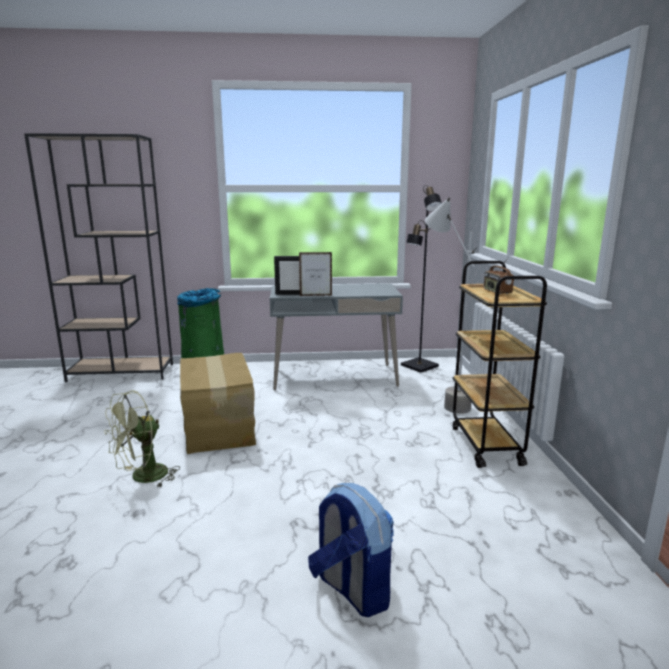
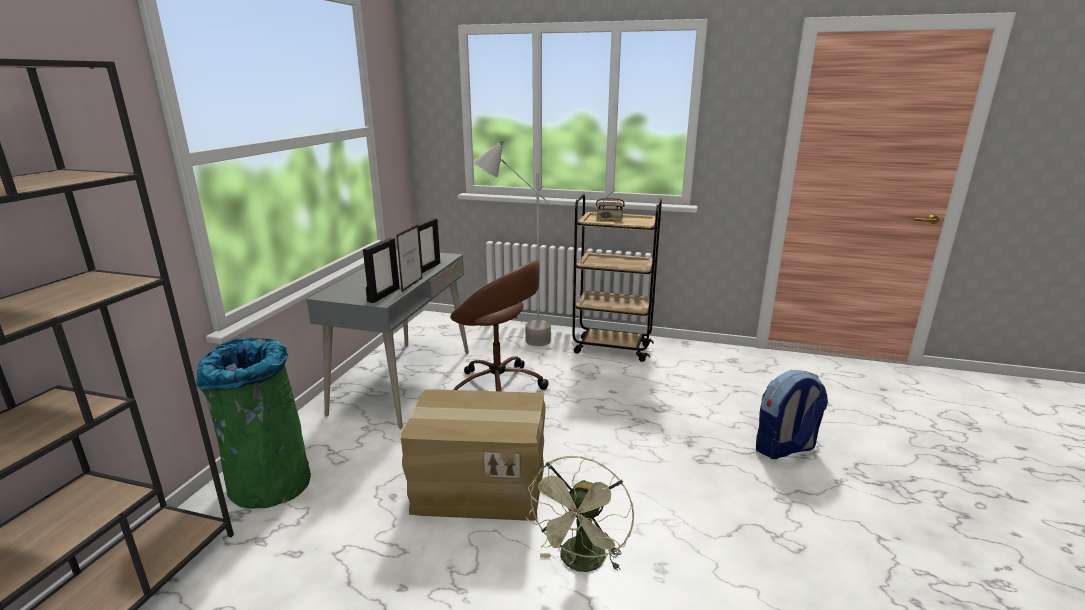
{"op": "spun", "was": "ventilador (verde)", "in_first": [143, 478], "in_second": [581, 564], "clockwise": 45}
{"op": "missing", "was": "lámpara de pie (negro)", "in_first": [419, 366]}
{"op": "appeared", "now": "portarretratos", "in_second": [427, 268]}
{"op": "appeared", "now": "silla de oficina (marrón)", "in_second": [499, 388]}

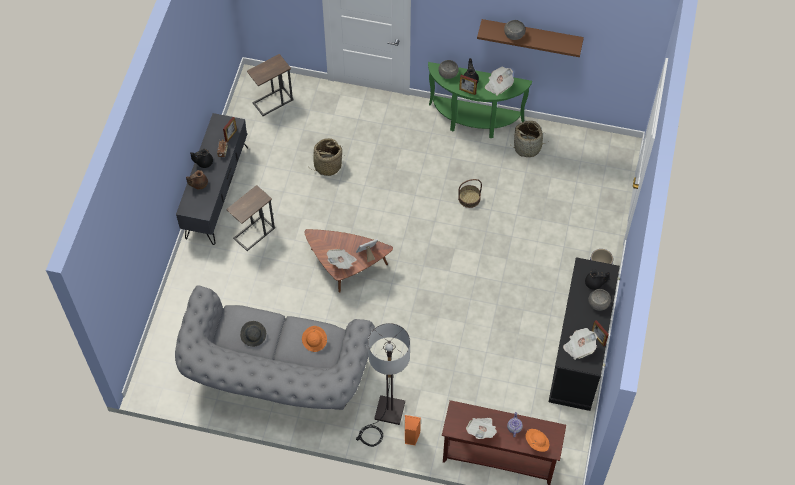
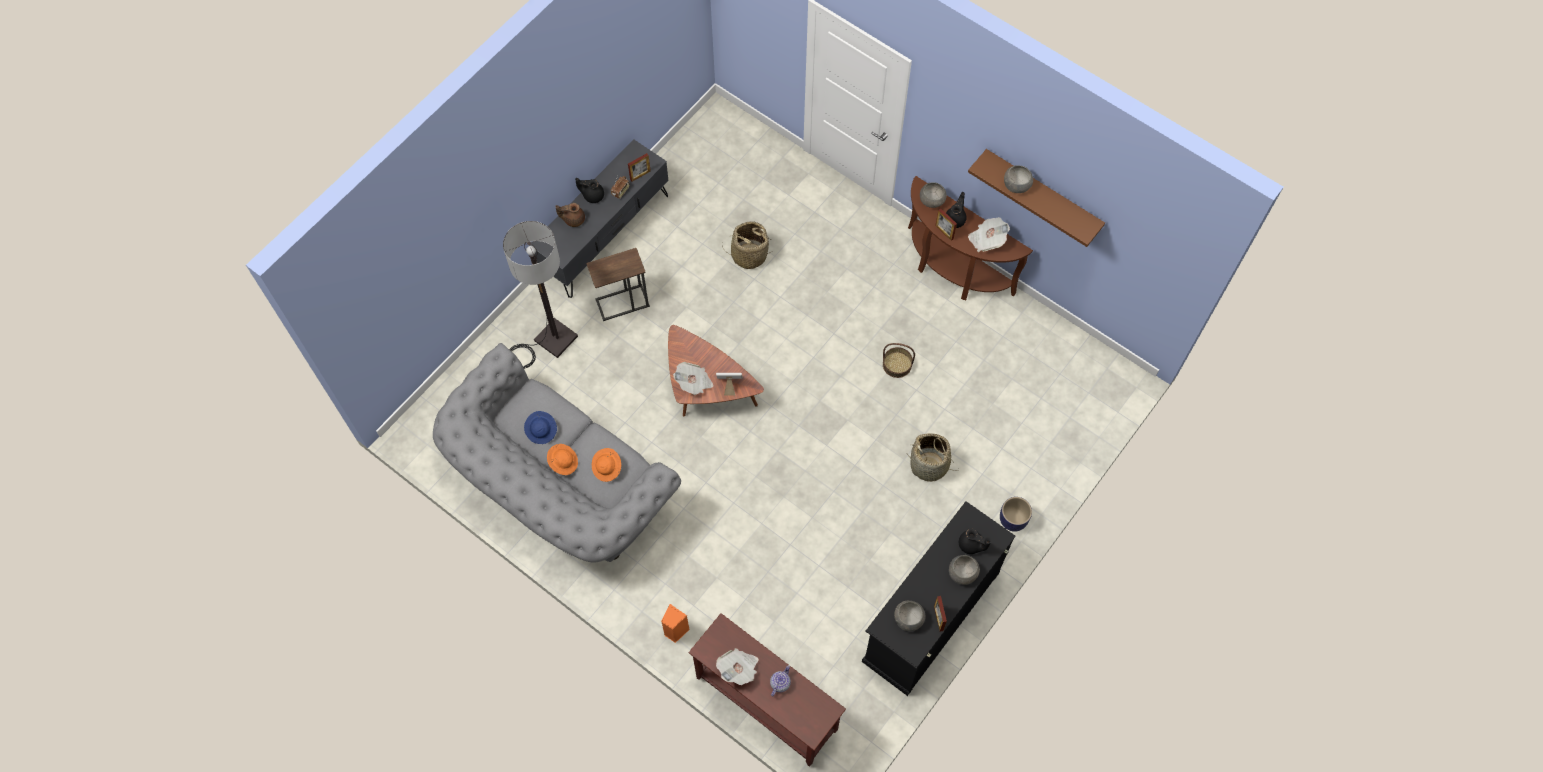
{"op": "colour", "was": "sombrero (gris)", "now": "sombrero (azul)", "in_first": [254, 336], "in_second": [542, 431]}
{"op": "missing", "was": "mesa auxiliar (marrón)", "in_first": [273, 101]}
{"op": "relocated", "was": "lámpara de pie", "in_first": [384, 418], "in_second": [545, 344]}
{"op": "colour", "was": "mesa consola (verde)", "now": "mesa consola (marrón)", "in_first": [474, 122], "in_second": [952, 271]}
{"op": "relocated", "was": "cesta", "in_first": [527, 147], "in_second": [929, 465]}
{"op": "relocated", "was": "sombrero (naranja)", "in_first": [536, 442], "in_second": [563, 462]}
{"op": "exchanged", "was": "periódico", "now": "cuenco (gris)", "in_first": [579, 347], "in_second": [908, 619]}

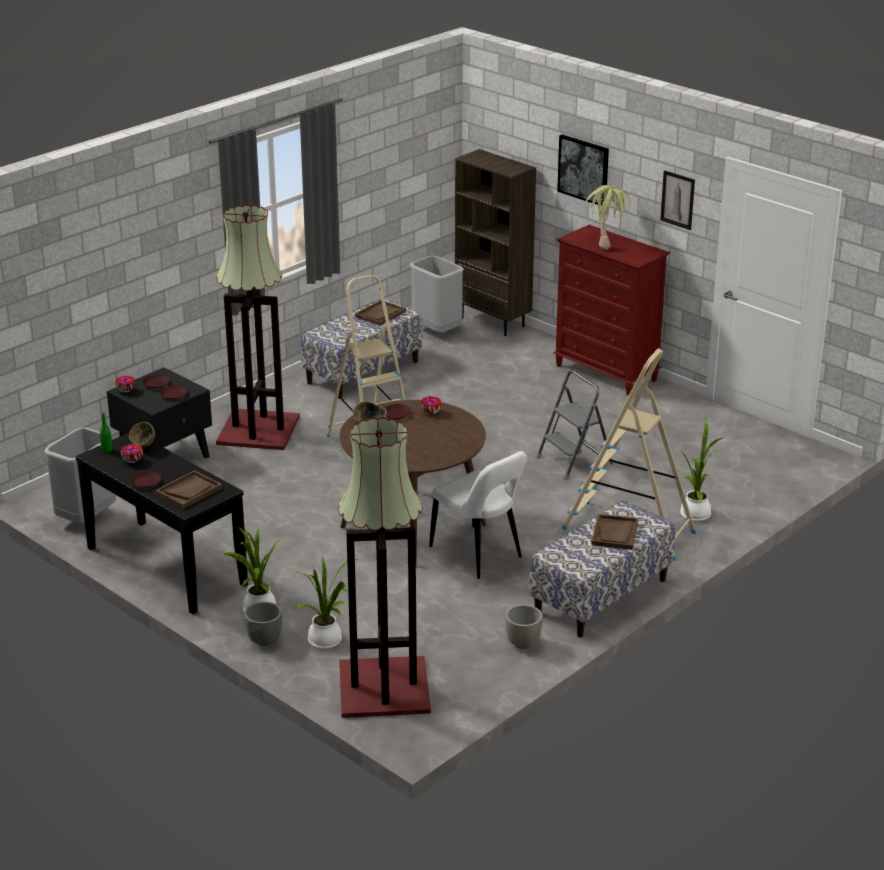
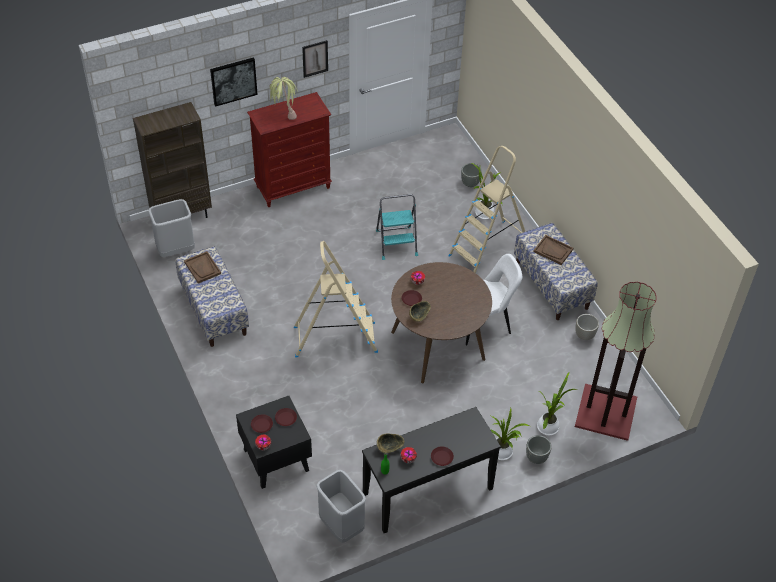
{"op": "missing", "was": "bandeja (marrón)", "in_first": [189, 491]}
{"op": "missing", "was": "lámpara de pie", "in_first": [257, 429]}
{"op": "colour", "was": "escalera de tijera (gris)", "now": "escalera de tijera (turquesa)", "in_first": [577, 460], "in_second": [396, 241]}
{"op": "appeared", "now": "maceta (gris)", "in_second": [470, 183]}

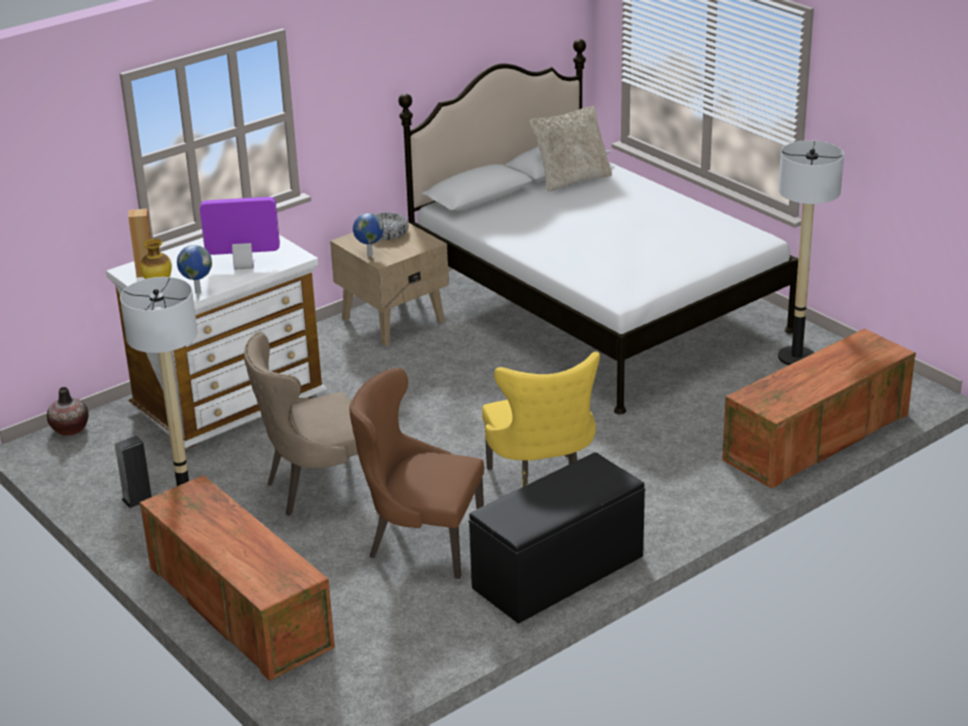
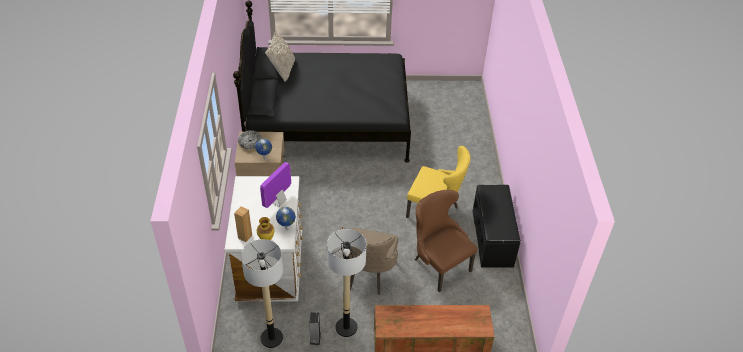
{"op": "missing", "was": "florero", "in_first": [70, 429]}
{"op": "spun", "was": "silla (marrón)", "in_first": [421, 544], "in_second": [439, 265], "clockwise": 90}
{"op": "colour", "was": "cama (blanco)", "now": "cama (negro)", "in_first": [597, 311], "in_second": [328, 122]}
{"op": "missing", "was": "banco (marrón)", "in_first": [817, 438]}
{"op": "relocated", "was": "lámpara de pie", "in_first": [797, 357], "in_second": [272, 338]}

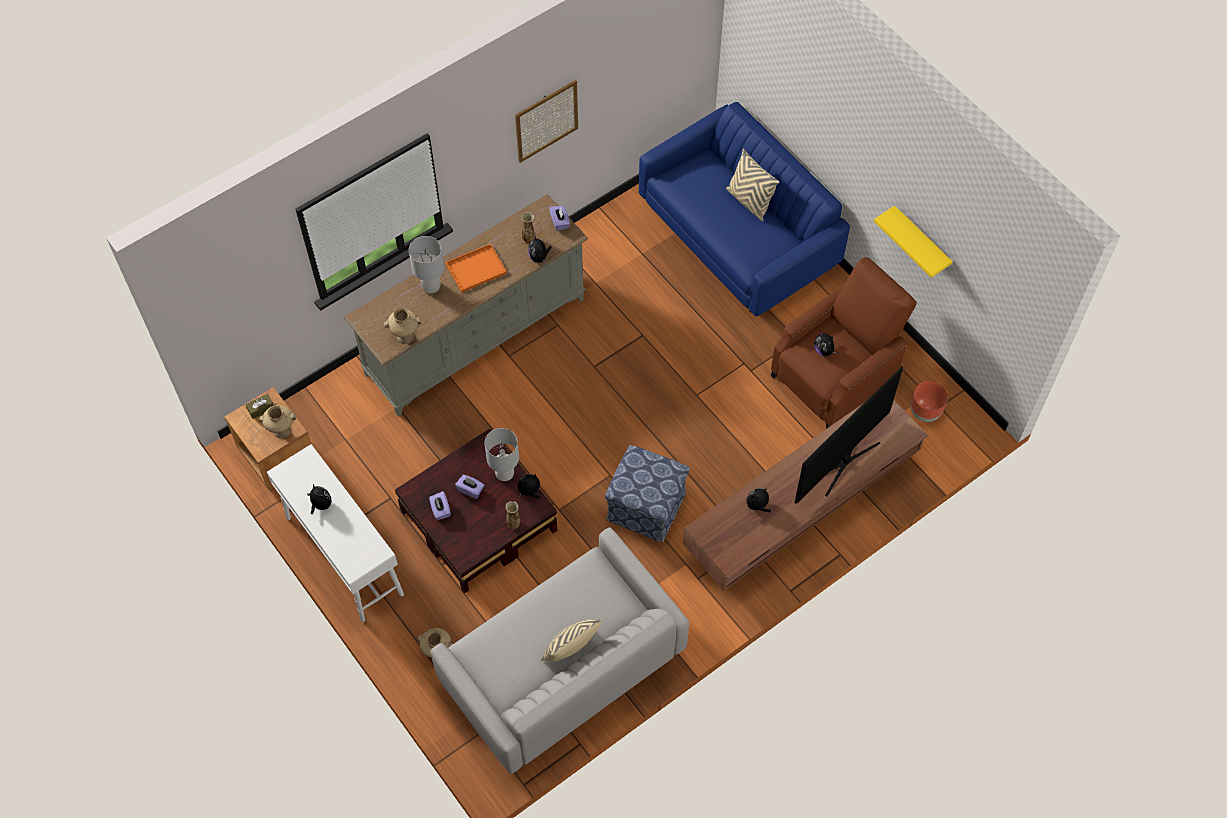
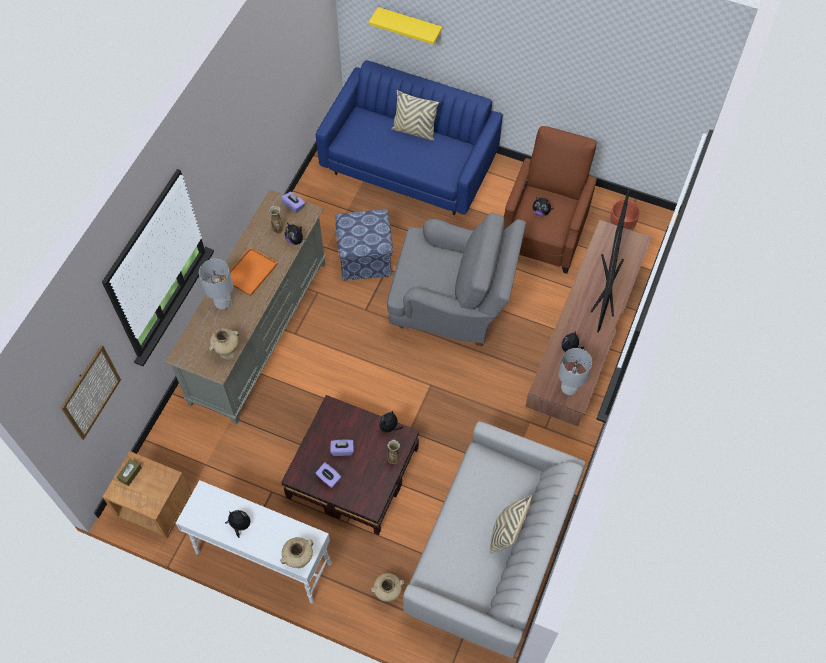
{"op": "relocated", "was": "florero (beis)", "in_first": [281, 431], "in_second": [299, 560]}
{"op": "relocated", "was": "lámpara de mesa (gris)", "in_first": [505, 474], "in_second": [569, 389]}
{"op": "relocated", "was": "cuadro", "in_first": [546, 120], "in_second": [90, 391]}
{"op": "relocated", "was": "puf", "in_first": [647, 507], "in_second": [366, 258]}
{"op": "relocated", "was": "estante (amarillo)", "in_first": [920, 242], "in_second": [409, 26]}
{"op": "appeared", "now": "sillón (gris)", "in_second": [452, 307]}

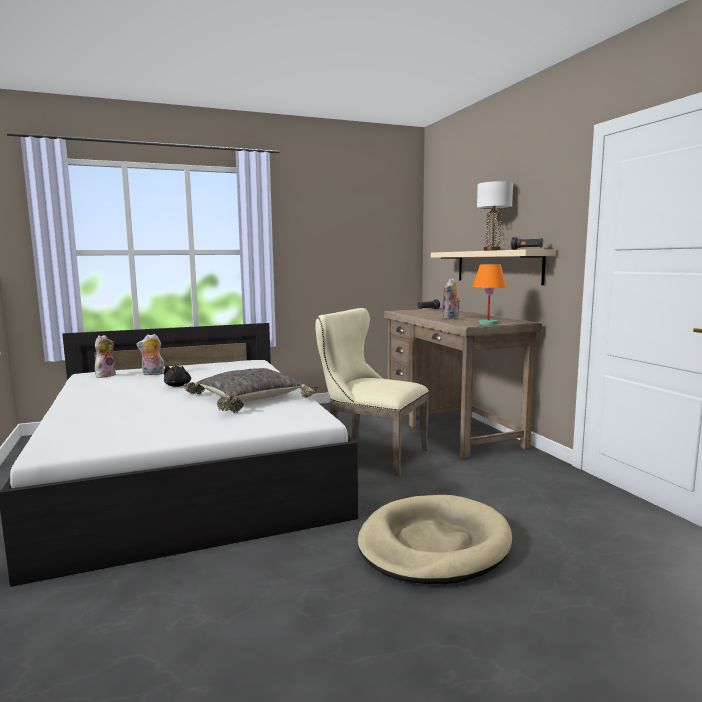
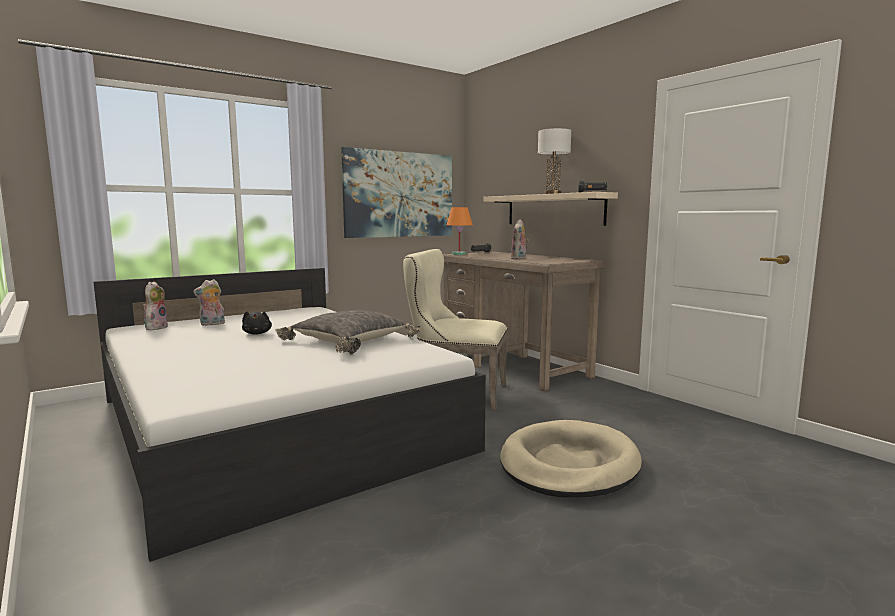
{"op": "relocated", "was": "lámpara de mesa (naranja)", "in_first": [488, 323], "in_second": [459, 254]}
{"op": "appeared", "now": "cuadro", "in_second": [399, 194]}

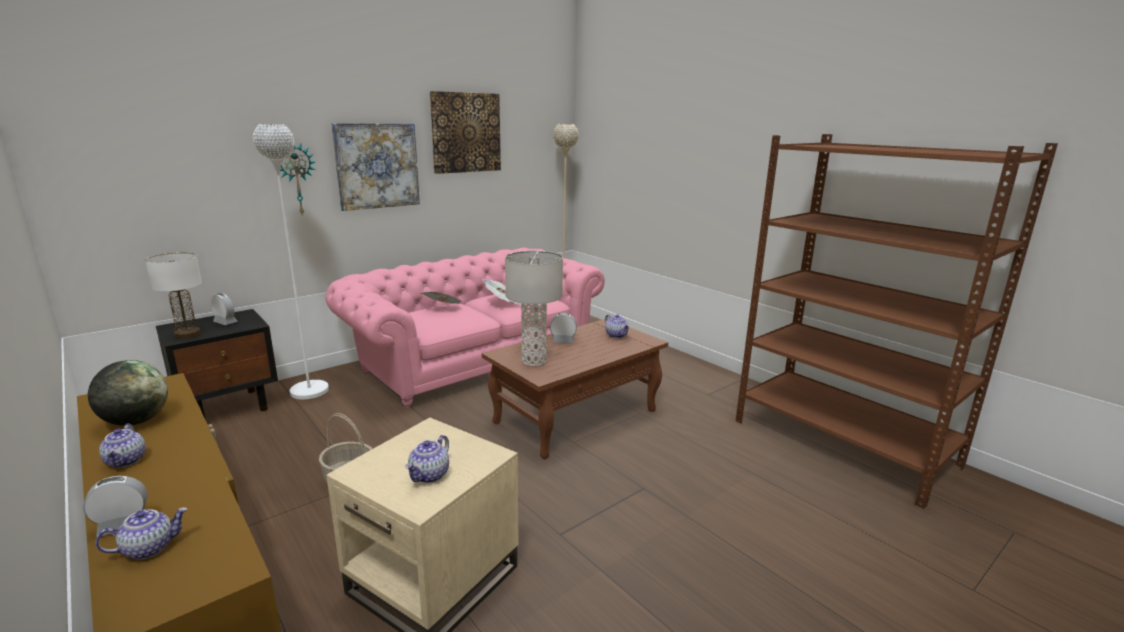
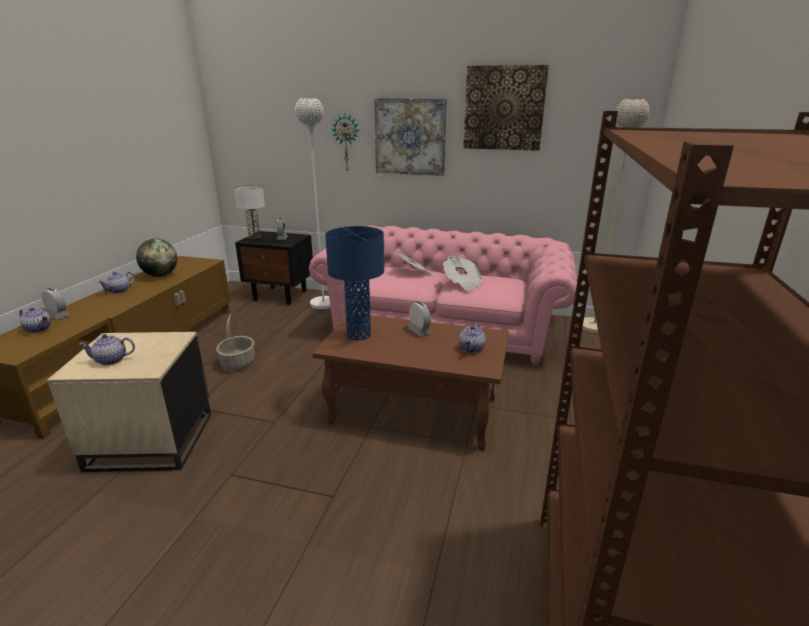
{"op": "colour", "was": "lámpara de mesa (blanco)", "now": "lámpara de mesa (azul)", "in_first": [533, 361], "in_second": [358, 334]}

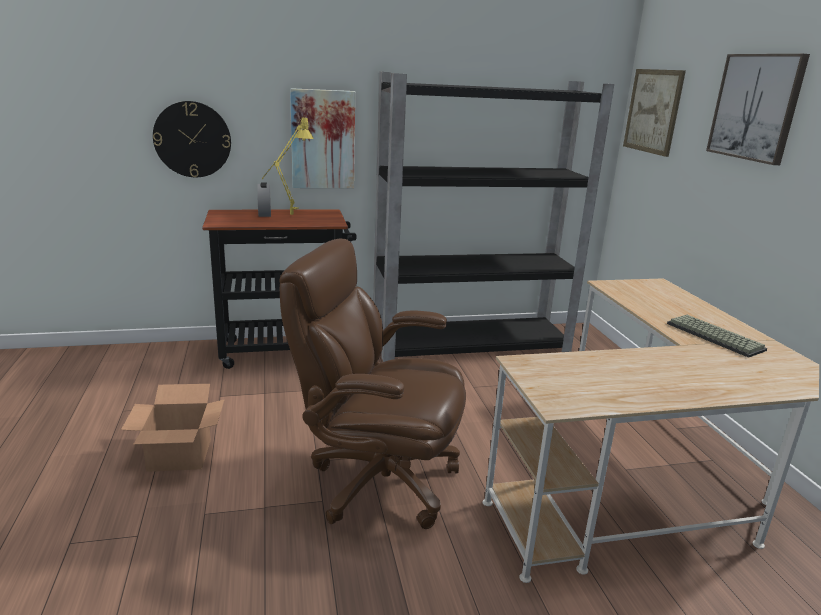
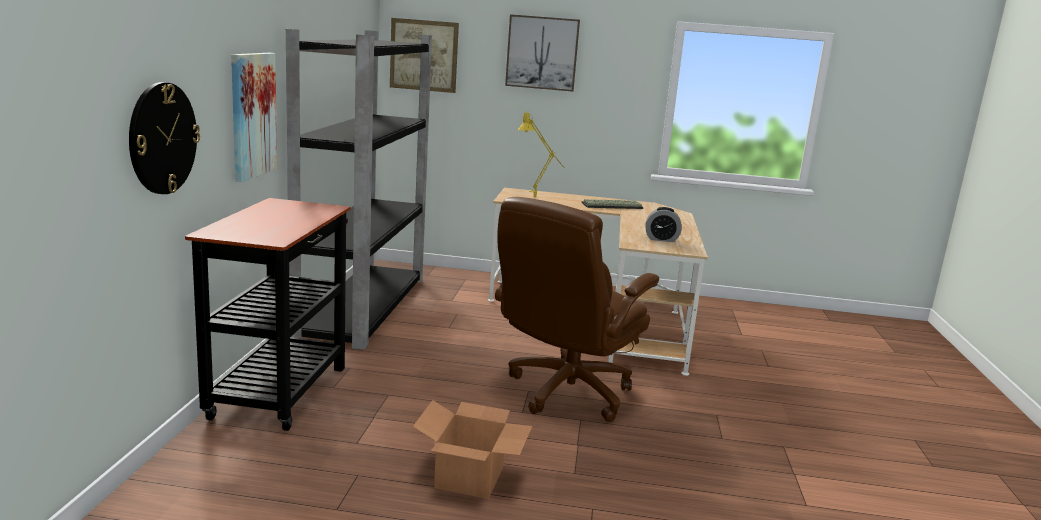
{"op": "relocated", "was": "despertador", "in_first": [264, 214], "in_second": [661, 239]}
{"op": "relocated", "was": "lámpara de mesa (amarillo)", "in_first": [288, 217], "in_second": [538, 199]}

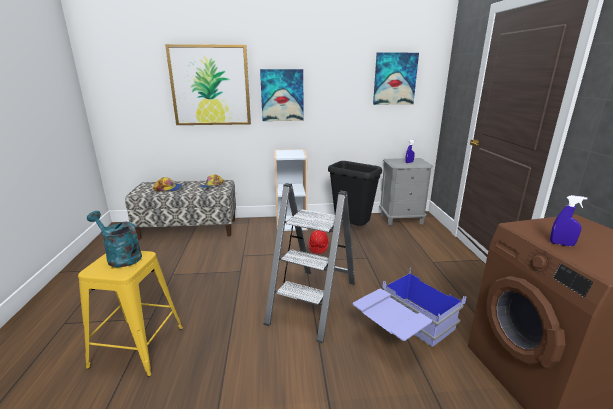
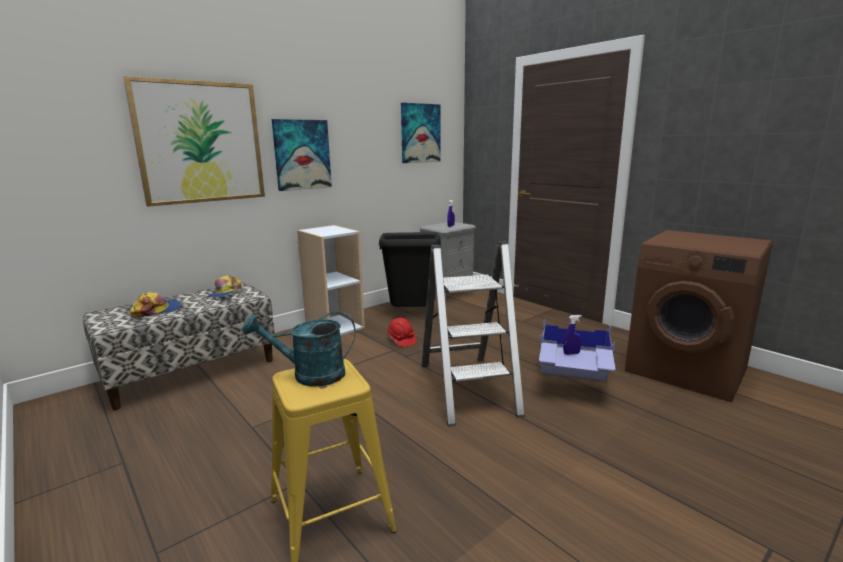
{"op": "relocated", "was": "pulverizador (azul)", "in_first": [561, 244], "in_second": [571, 353]}

